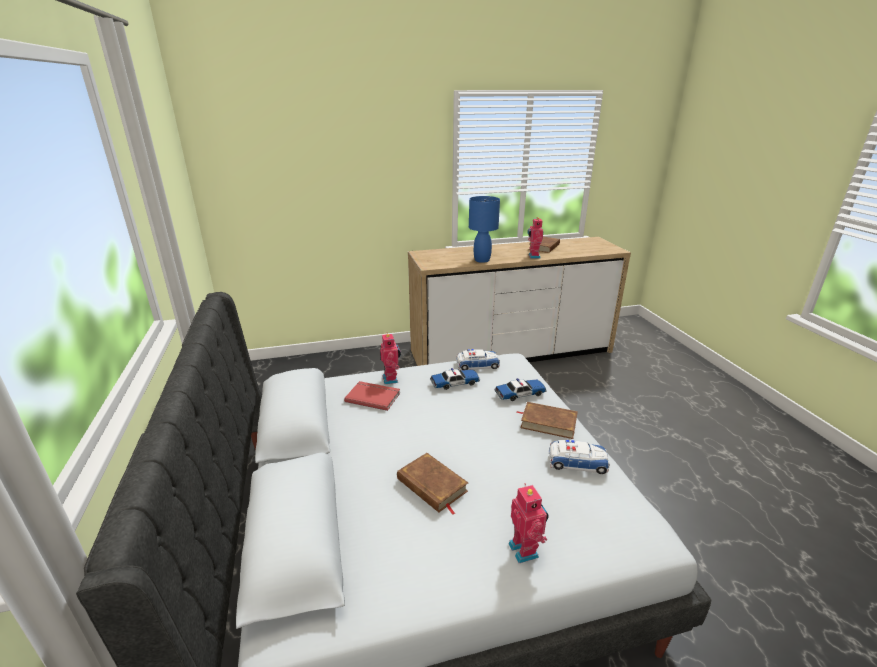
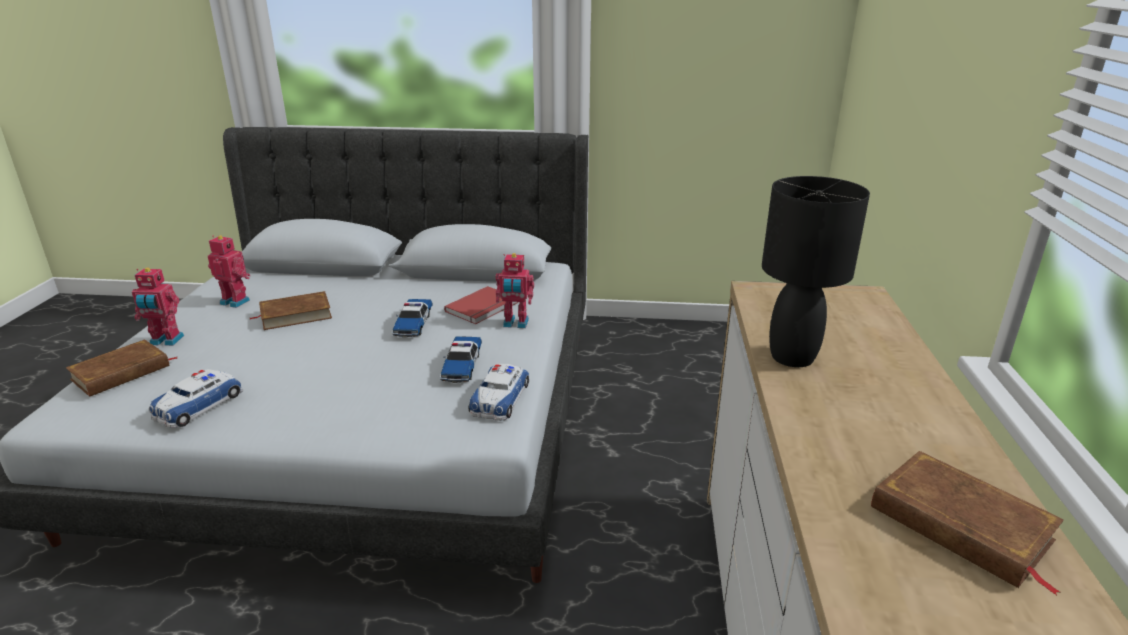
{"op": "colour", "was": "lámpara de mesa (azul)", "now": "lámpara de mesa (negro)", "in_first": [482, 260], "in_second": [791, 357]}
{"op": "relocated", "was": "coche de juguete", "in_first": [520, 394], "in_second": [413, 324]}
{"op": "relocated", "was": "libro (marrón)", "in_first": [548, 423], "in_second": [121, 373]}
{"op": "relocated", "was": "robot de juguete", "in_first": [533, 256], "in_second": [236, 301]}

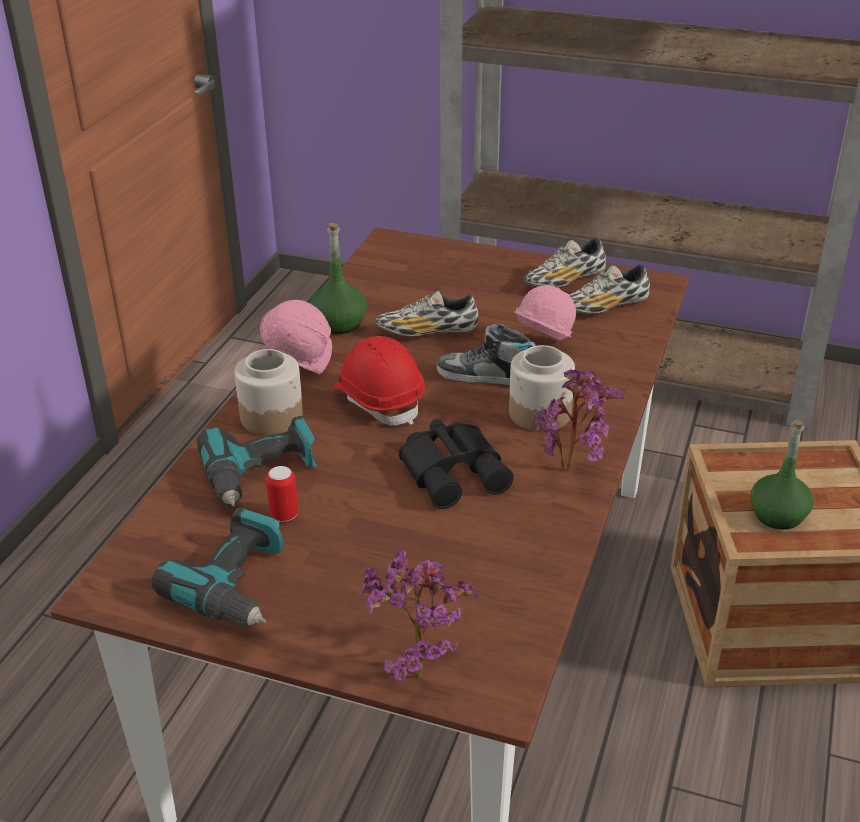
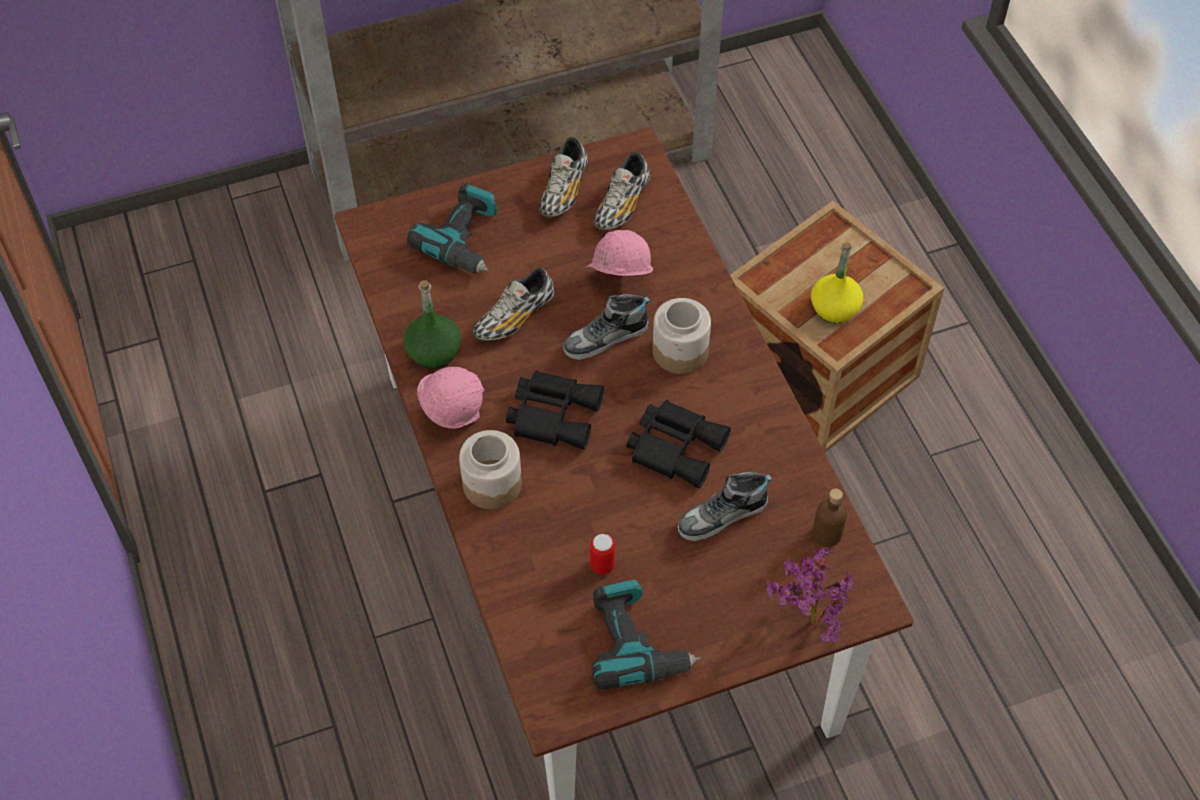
{"op": "relocated", "was": "taladro", "in_first": [261, 475], "in_second": [465, 240]}
{"op": "exchanged", "was": "casco (rojo)", "now": "prismáticos (negro)", "in_first": [379, 400], "in_second": [553, 413]}
{"op": "missing", "was": "planta en maceta", "in_first": [574, 468]}
{"op": "colour", "was": "botella (verde)", "now": "botella (amarillo)", "in_first": [777, 515], "in_second": [834, 308]}
{"op": "appeared", "now": "zapato", "in_second": [722, 516]}
{"op": "appeared", "now": "botella (marrón)", "in_second": [826, 534]}

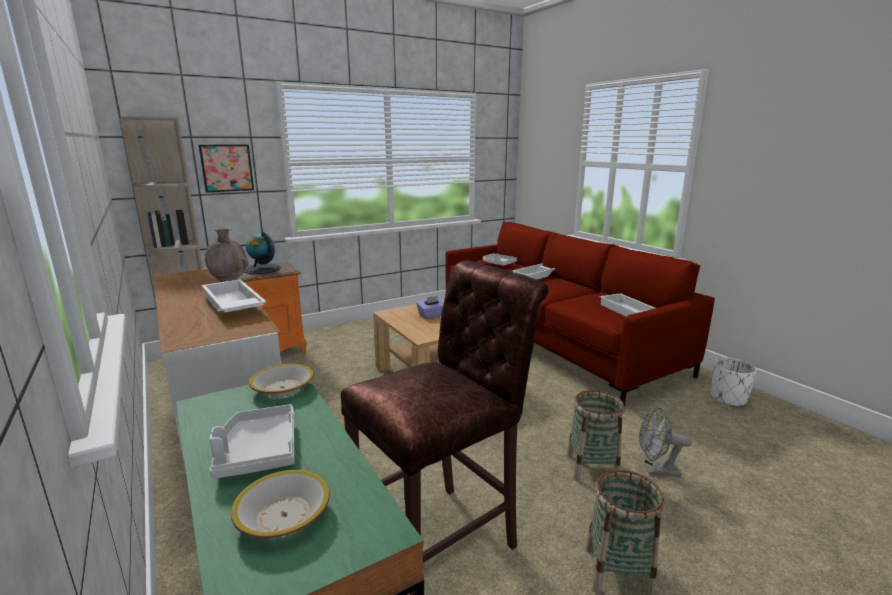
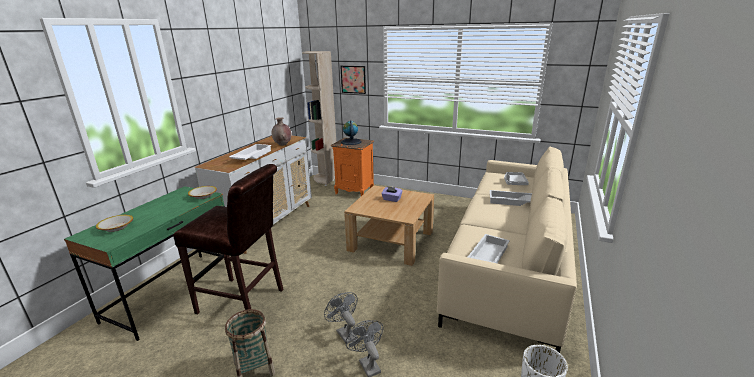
{"op": "missing", "was": "bandeja (gris)", "in_first": [258, 451]}
{"op": "colour", "was": "sofá (rojo)", "now": "sofá (beis)", "in_first": [551, 339], "in_second": [508, 261]}
{"op": "exchanged", "was": "cesta", "now": "ventilador (gris)", "in_first": [592, 467], "in_second": [344, 333]}

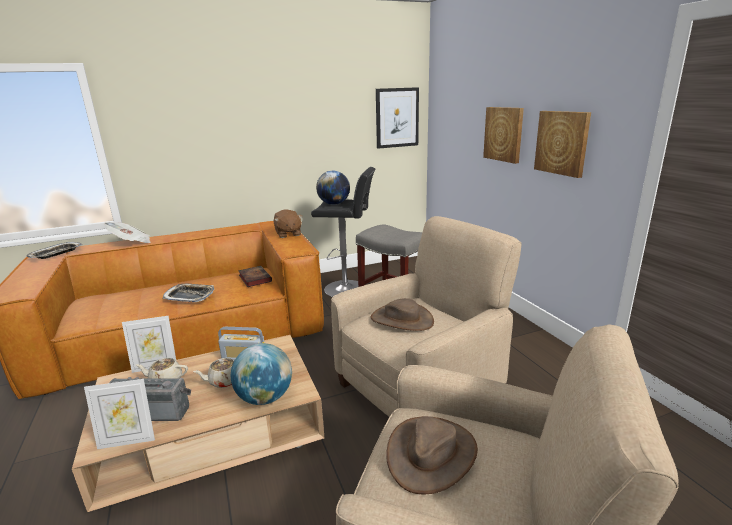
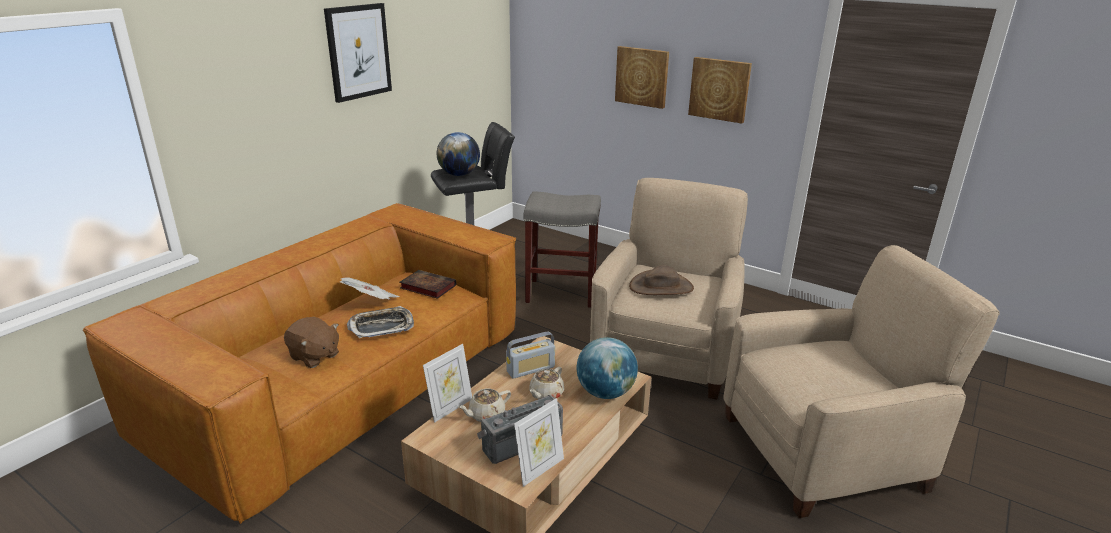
{"op": "missing", "was": "bandeja", "in_first": [56, 254]}
{"op": "relocated", "was": "periódico", "in_first": [131, 242], "in_second": [371, 301]}
{"op": "relocated", "was": "peluche (marrón)", "in_first": [288, 234], "in_second": [314, 356]}
{"op": "relocated", "was": "cuadro", "in_first": [397, 118], "in_second": [358, 52]}
{"op": "missing", "was": "sombrero (marrón)", "in_first": [431, 453]}

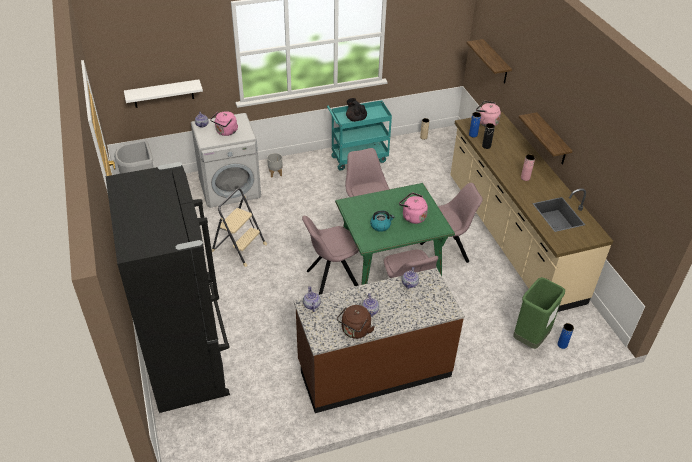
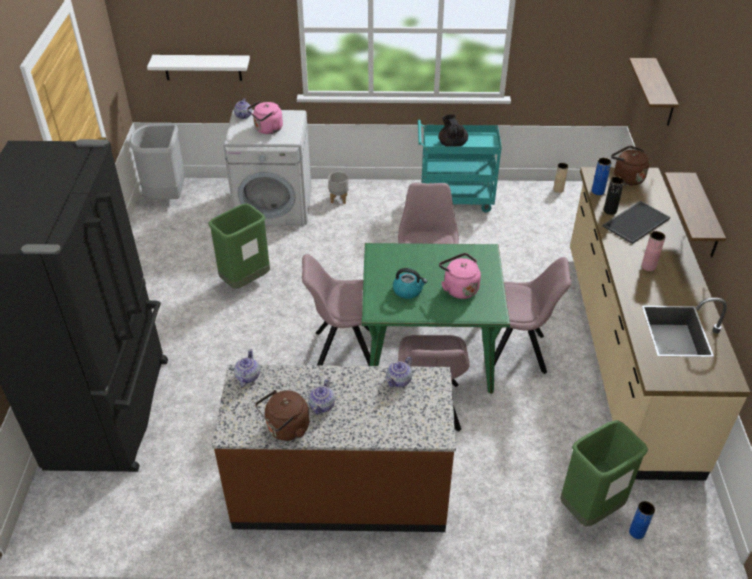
{"op": "exchanged", "was": "escalera de tijera (beis)", "now": "papelera (verde)", "in_first": [237, 246], "in_second": [245, 281]}
{"op": "colour", "was": "hervidor (rosa)", "now": "hervidor (marrón)", "in_first": [486, 122], "in_second": [626, 178]}
{"op": "appeared", "now": "bandeja", "in_second": [635, 221]}

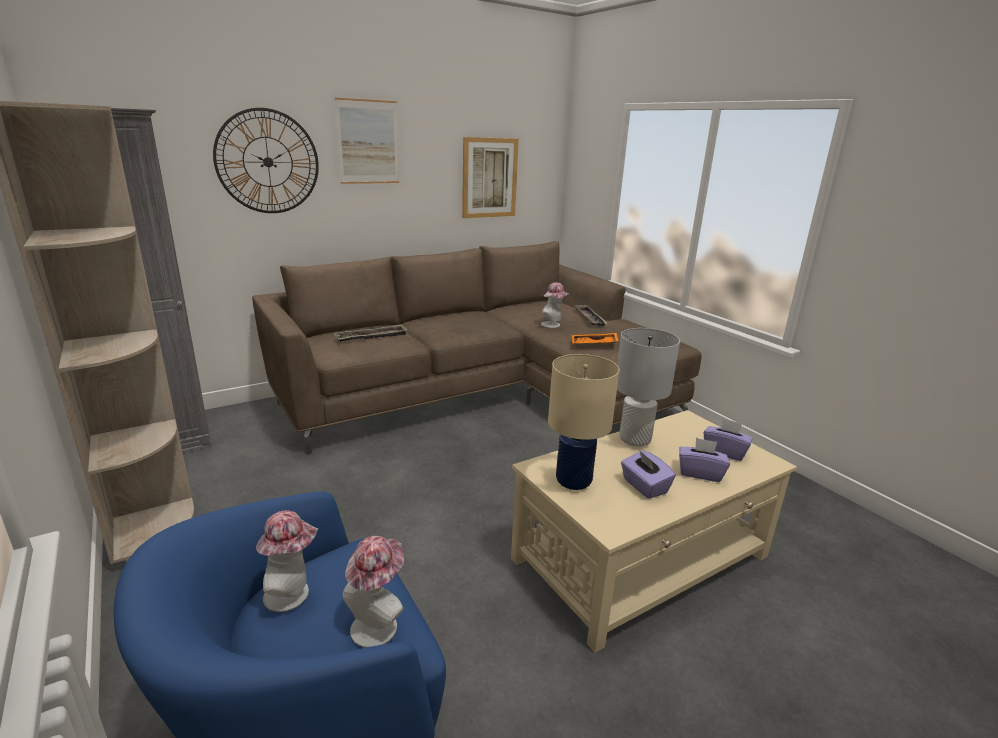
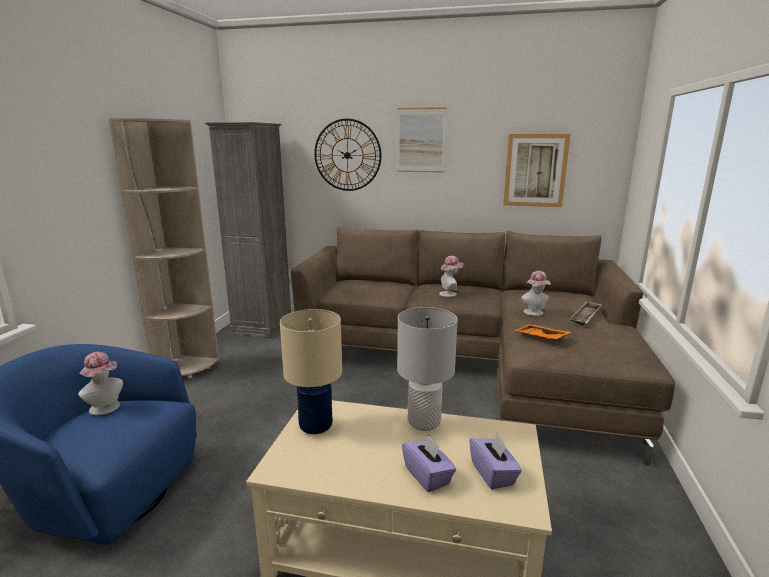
{"op": "missing", "was": "bandeja", "in_first": [372, 337]}
{"op": "relocated", "was": "sombrero", "in_first": [378, 623], "in_second": [450, 293]}
{"op": "missing", "was": "caja de pañuelos (morado)", "in_first": [644, 486]}

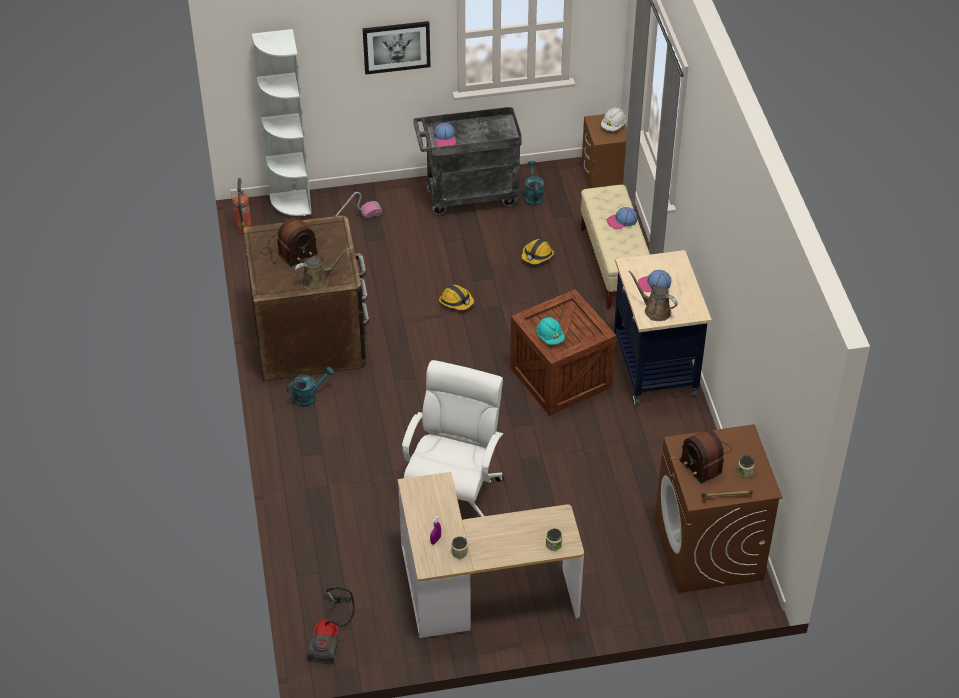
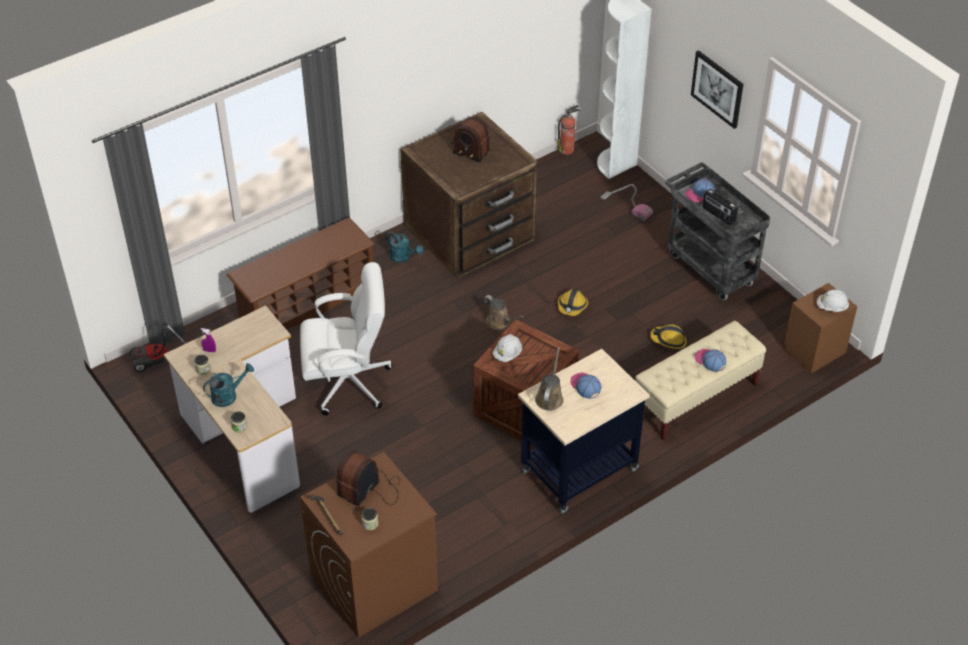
{"op": "relocated", "was": "regadera (marrón)", "in_first": [318, 280], "in_second": [500, 322]}
{"op": "relocated", "was": "regadera (turquesa)", "in_first": [533, 195], "in_second": [228, 395]}
{"op": "colour", "was": "casco (turquesa)", "now": "casco (blanco)", "in_first": [550, 337], "in_second": [507, 354]}
{"op": "appeared", "now": "zapatero (marrón)", "in_second": [306, 303]}
{"op": "appeared", "now": "radio", "in_second": [718, 215]}

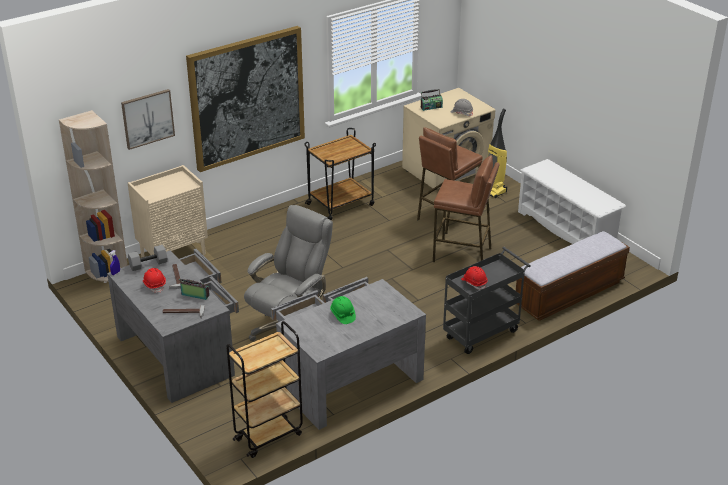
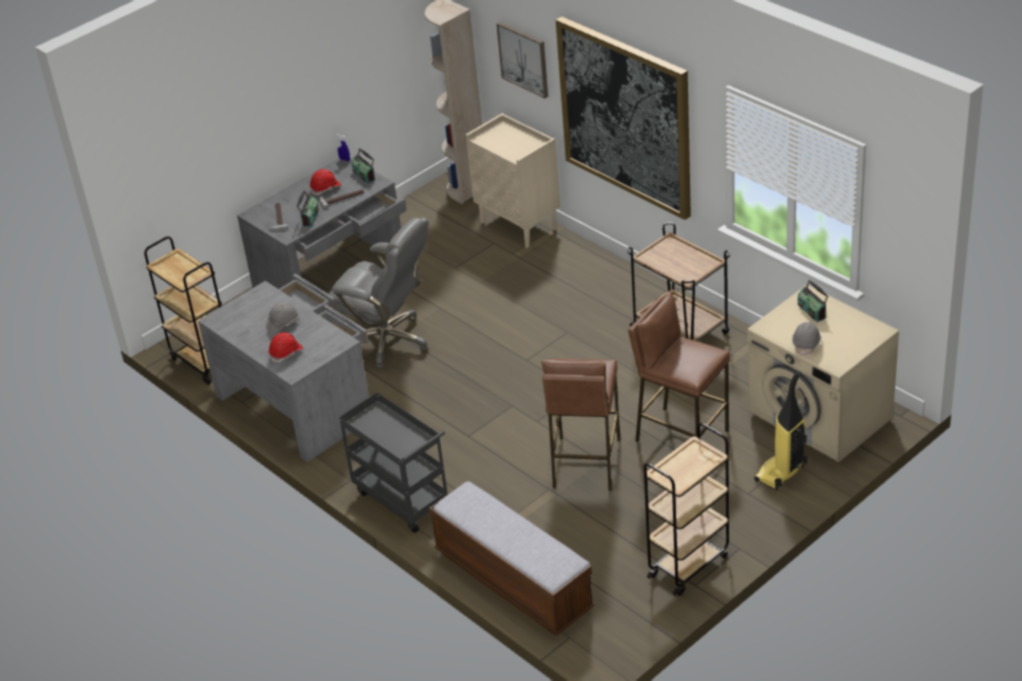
{"op": "exchanged", "was": "mancuerna (gris)", "now": "radio", "in_first": [148, 264], "in_second": [364, 175]}
{"op": "colour", "was": "casco (verde)", "now": "casco (gris)", "in_first": [342, 315], "in_second": [283, 323]}
{"op": "relocated", "was": "casco (rojo)", "in_first": [474, 283], "in_second": [286, 353]}
{"op": "exchanged", "was": "zapatero (blanco)", "now": "carrito (marrón)", "in_first": [566, 229], "in_second": [689, 568]}

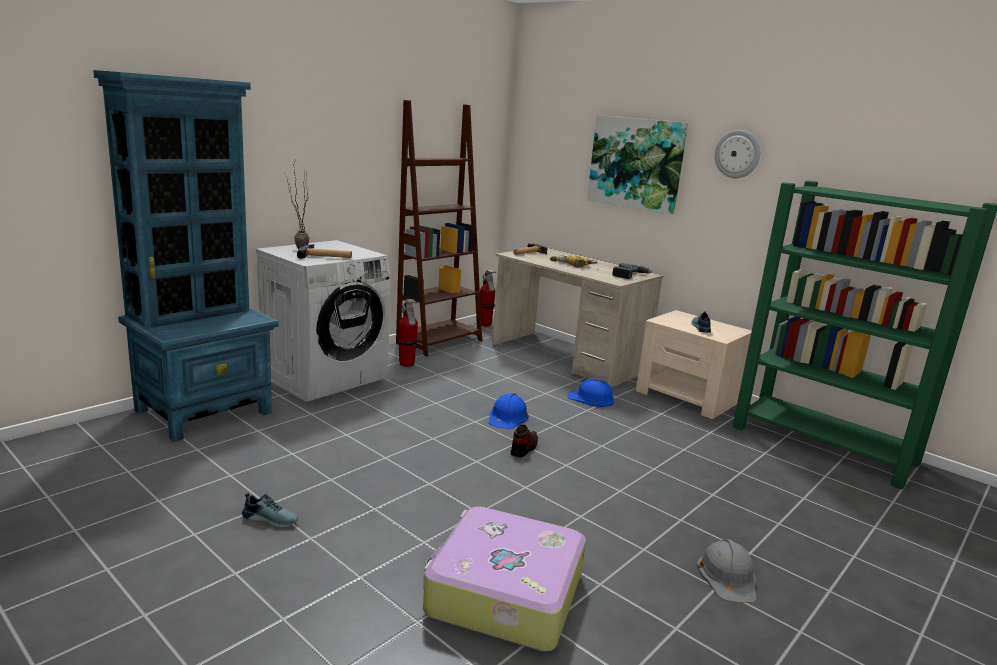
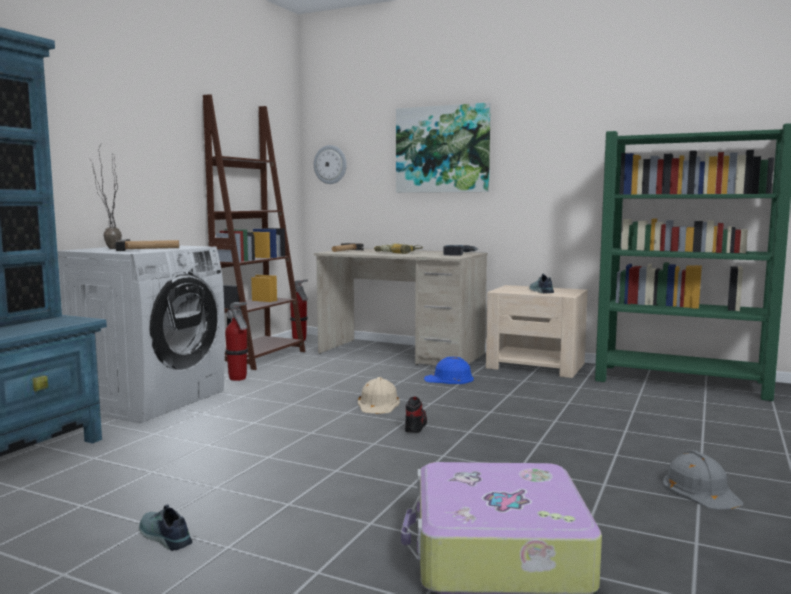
{"op": "spun", "was": "zapato", "in_first": [271, 518], "in_second": [163, 537], "clockwise": -135}
{"op": "colour", "was": "casco (azul)", "now": "casco (beis)", "in_first": [508, 417], "in_second": [378, 404]}
{"op": "relocated", "was": "reloj de pared", "in_first": [737, 154], "in_second": [330, 164]}

